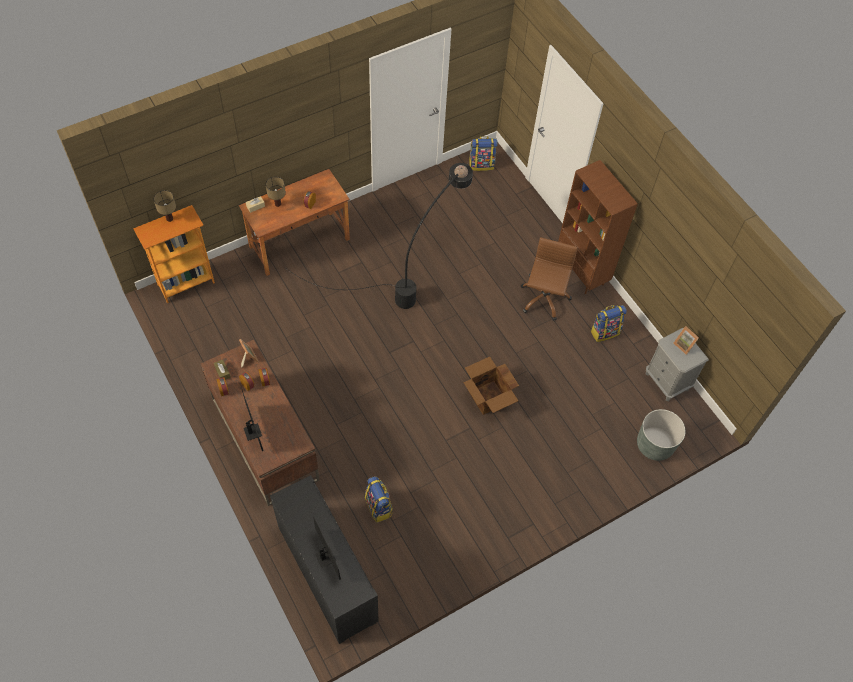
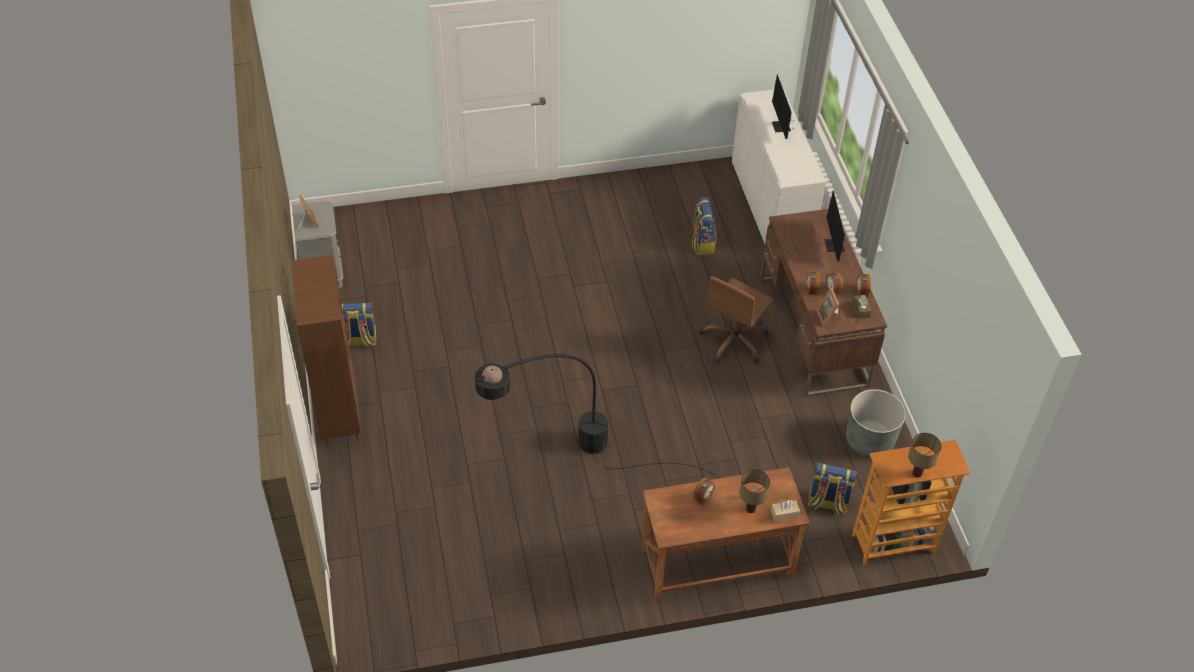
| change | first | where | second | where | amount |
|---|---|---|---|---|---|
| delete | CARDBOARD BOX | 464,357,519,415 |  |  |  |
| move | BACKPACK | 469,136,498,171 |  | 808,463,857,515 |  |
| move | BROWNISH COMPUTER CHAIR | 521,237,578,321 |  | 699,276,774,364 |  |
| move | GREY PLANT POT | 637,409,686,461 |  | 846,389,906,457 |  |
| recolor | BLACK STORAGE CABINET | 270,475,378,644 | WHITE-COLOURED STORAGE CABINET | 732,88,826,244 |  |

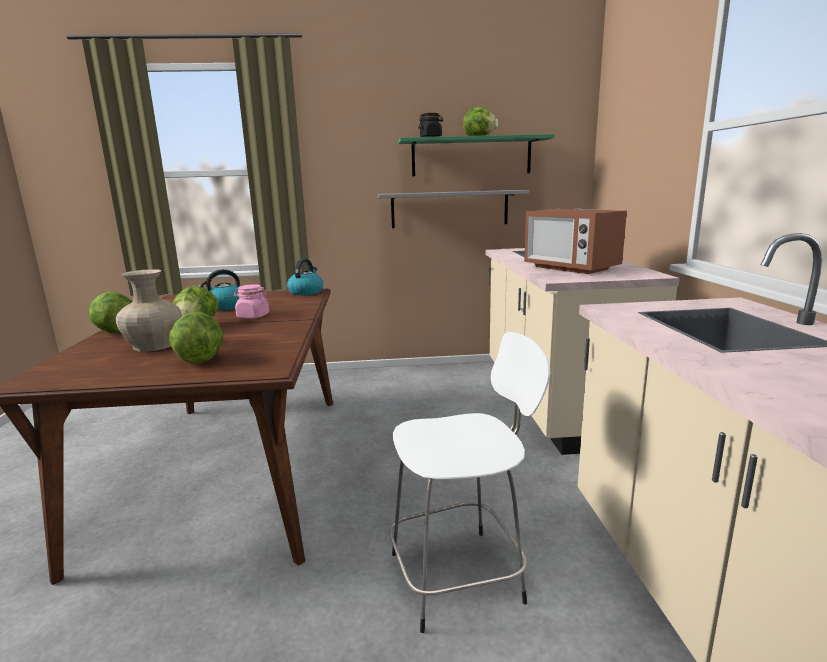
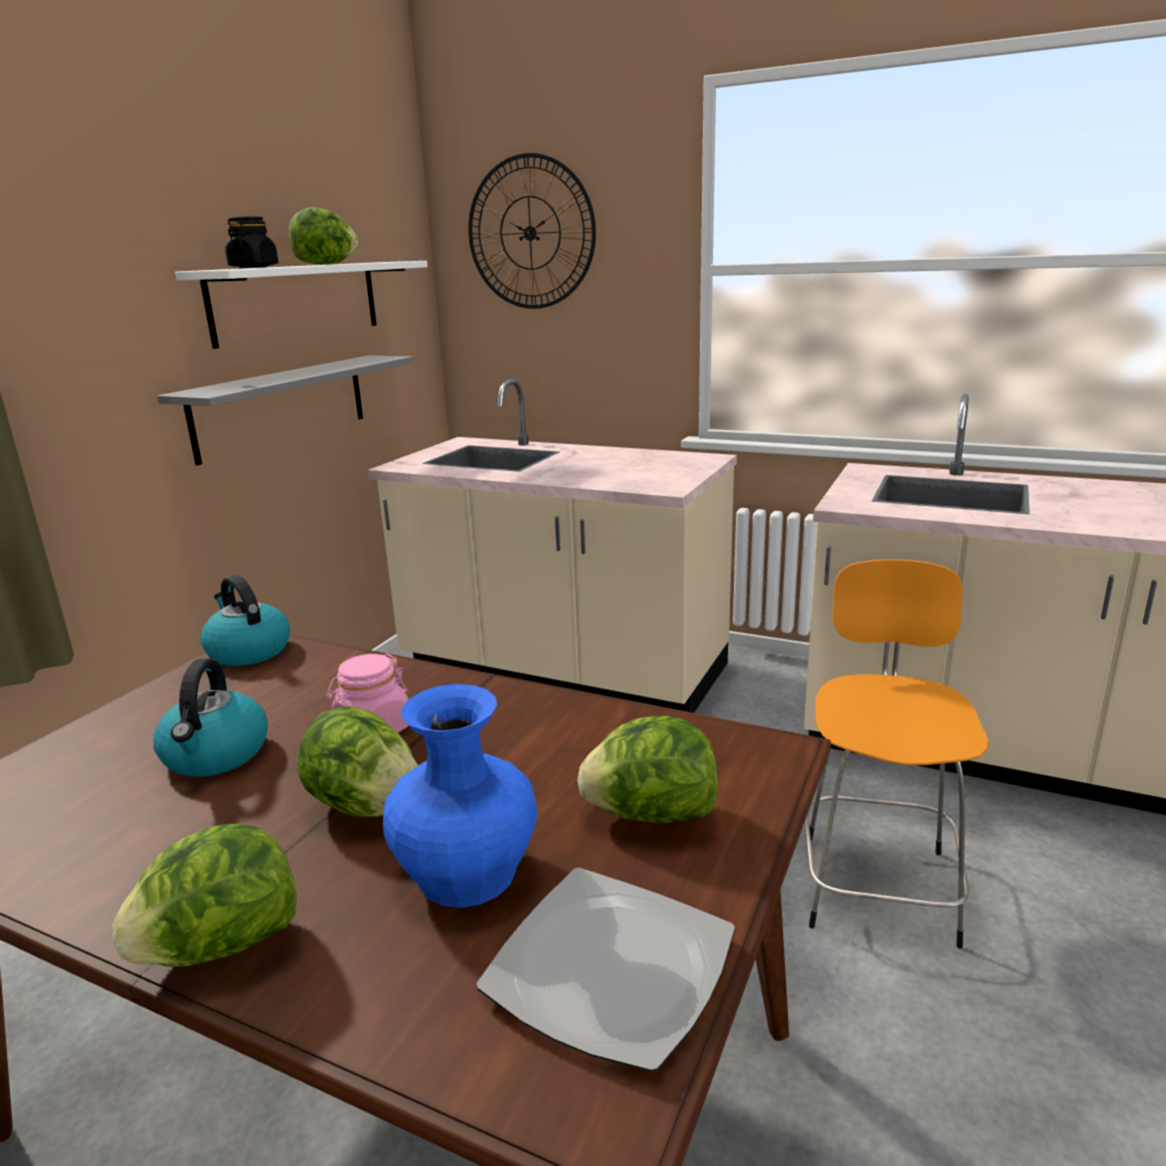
| change | first | where | second | where | amount |
|---|---|---|---|---|---|
| delete | MICROWAVE OVEN | 524,209,627,274 |  |  |  |
| insert |  |  | HANGING CLOCK | 468,153,596,309 |  |
| insert |  |  | FLAT DISH | 477,867,735,1072 |  |
| recolor | BEIGE-COLOURED DECORATIVE VASE | 116,269,182,352 | BLUE-COLOURED DECORATIVE VASE | 383,684,537,908 |  |
| recolor | WHITE-COLOURED STOOL SEAT | 389,332,550,633 | ORANGE-COLOURED STOOL SEAT | 804,559,989,949 |  |
| recolor | GREEN-COLOURED SHELF | 398,134,555,176 | WHITE-COLOURED SHELF | 175,261,428,349 |  |

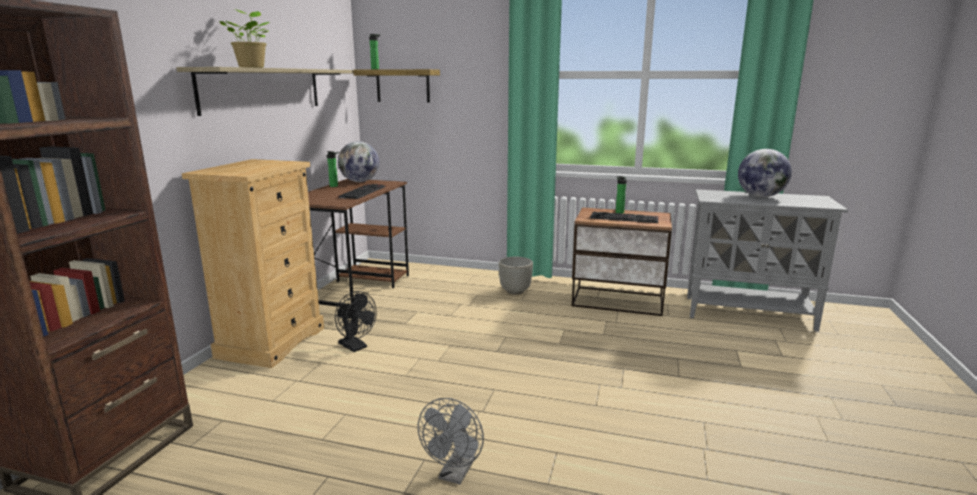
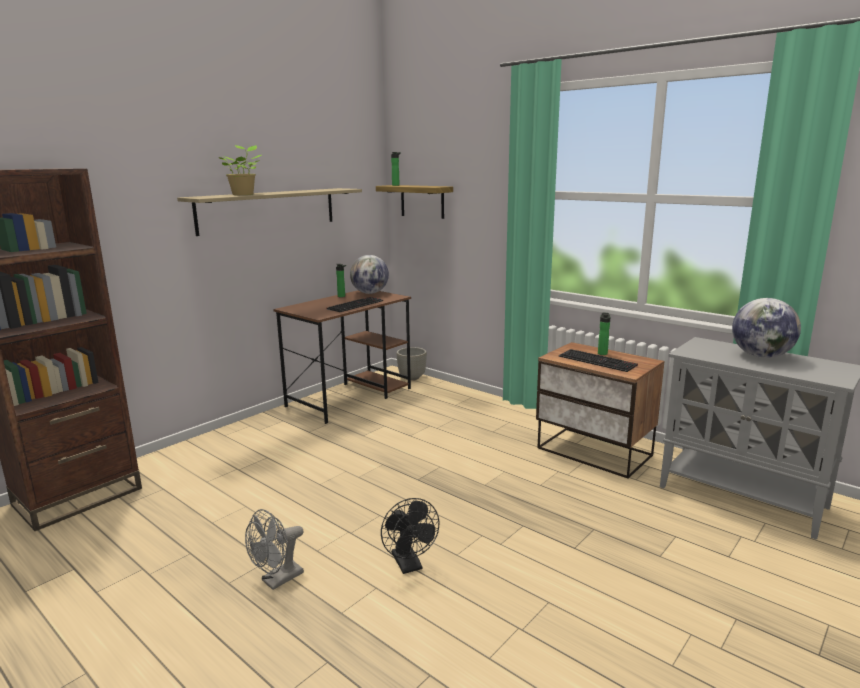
| change | first | where | second | where | amount |
|---|---|---|---|---|---|
| delete | BEIGE-COLOURED CHEST OF DRAWERS | 182,159,324,368 |  |  |  |
| move | BLACK COOLING FAN | 335,291,377,352 |  | 381,498,439,574 |  |
| move | GREY PLANT POT | 498,256,533,295 |  | 397,347,427,380 |  |

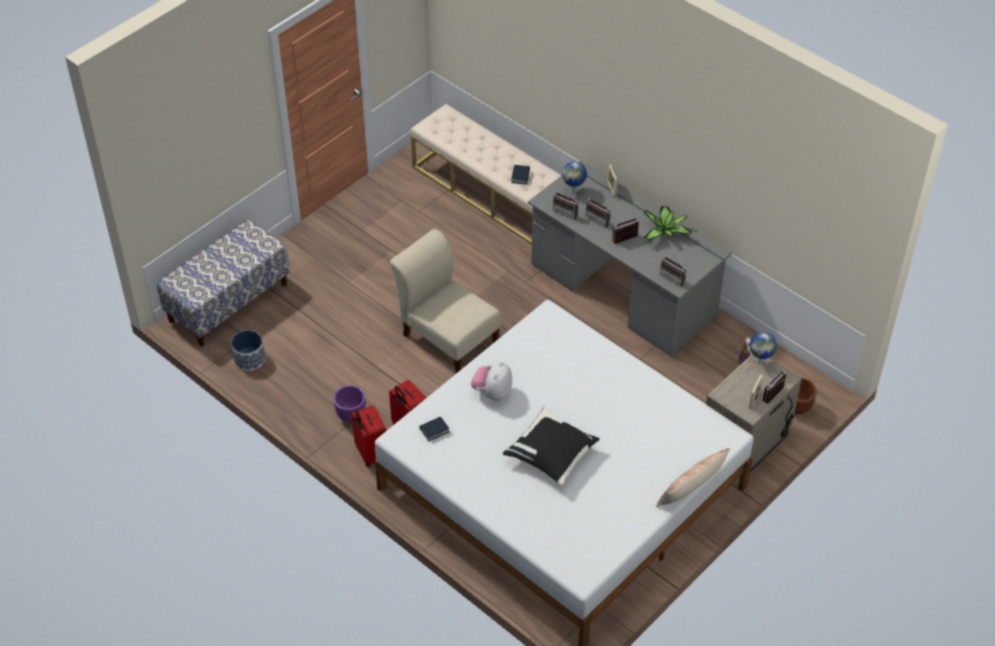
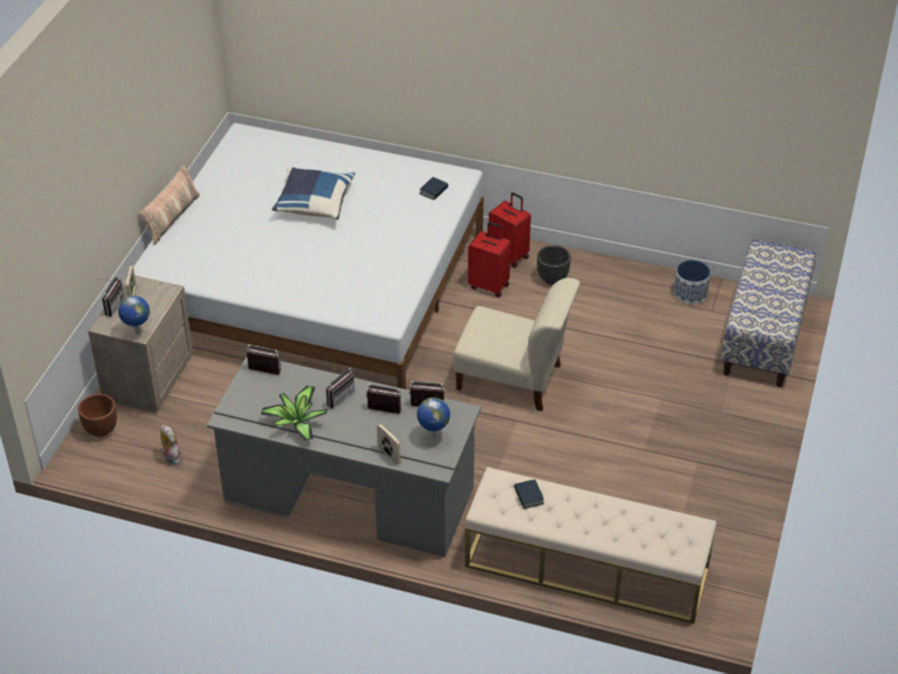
| change | first | where | second | where | amount |
|---|---|---|---|---|---|
| delete | SOFT TOY | 471,362,512,401 |  |  |  |
| recolor | PURPLISH PLANT POT | 333,385,366,422 | BLACK PLANT POT | 537,245,571,285 |  |
| recolor | BLACK THROW PILLOW | 503,407,600,486 | BLUE-COLOURED THROW PILLOW | 272,167,355,220 |  |

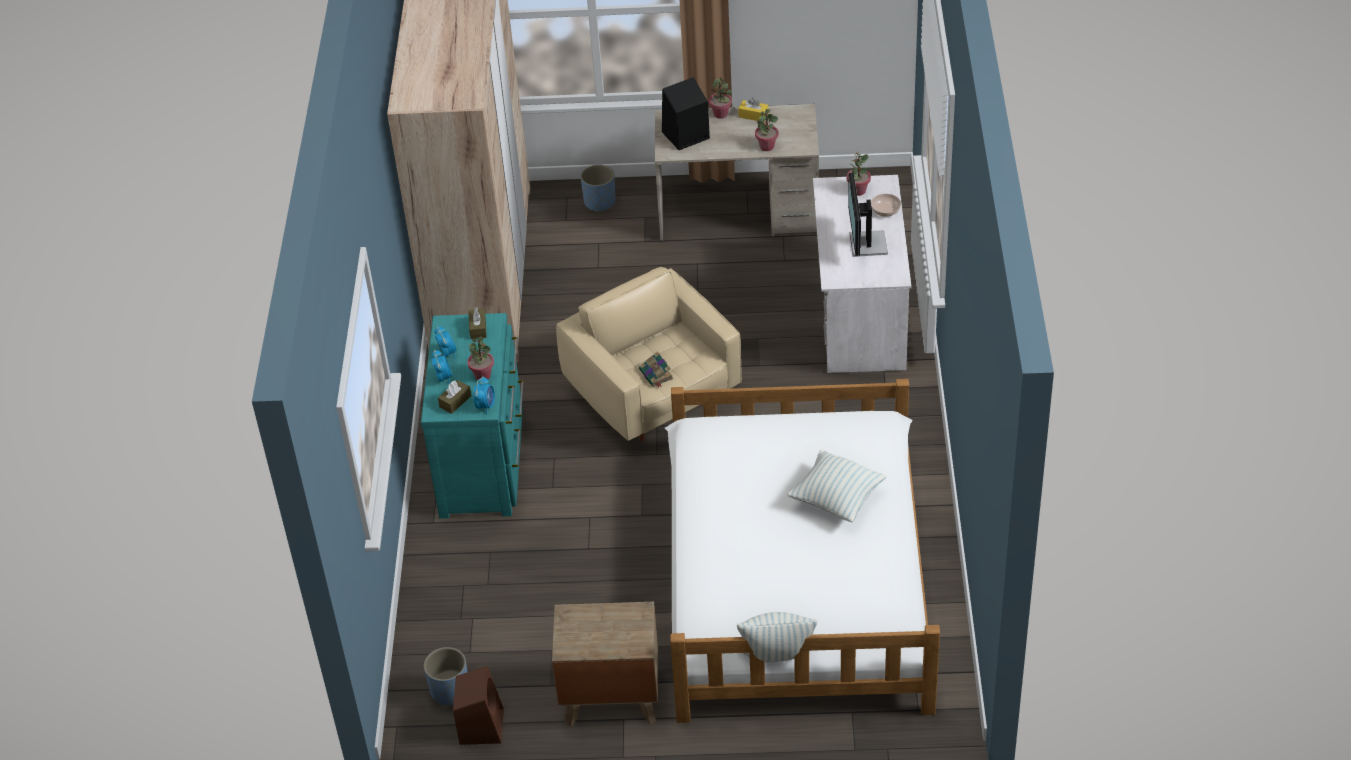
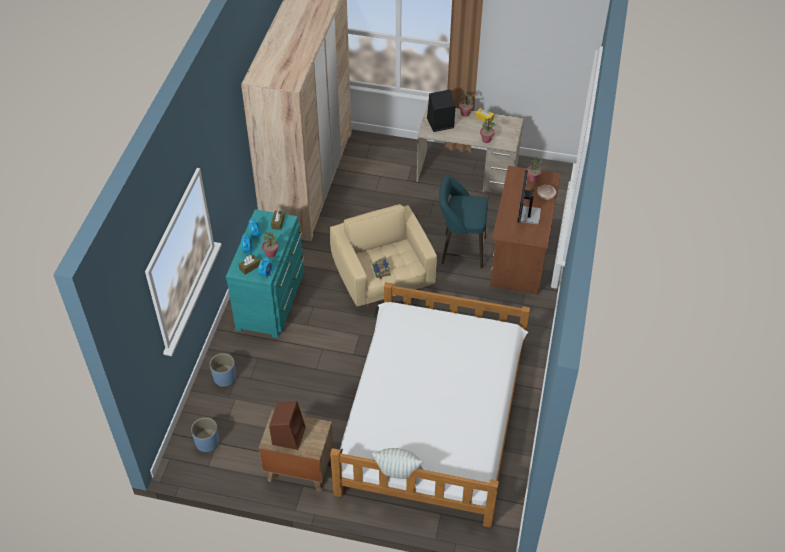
| change | first | where | second | where | amount |
|---|---|---|---|---|---|
| delete | THROW PILLOW | 787,449,887,522 |  |  |  |
| insert |  |  | TURQUOISE-COLOURED STOOL SEAT | 439,176,488,269 |  |
| move | BROWNISH SPEAKER | 453,666,504,745 |  | 269,401,306,450 |  |
| move | BLUE-COLOURED PLANT POT | 580,165,615,212 |  | 210,353,236,387 |  |
| recolor | WHITE-COLOURED DESK | 813,175,912,373 | BROWNISH DESK | 490,166,560,295 |  |

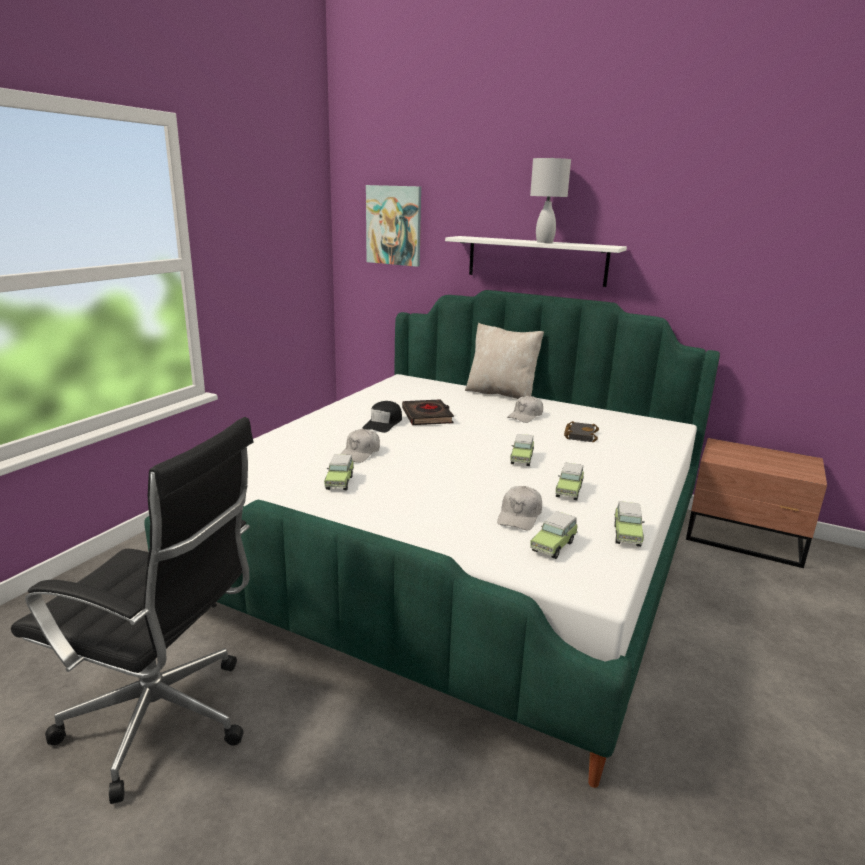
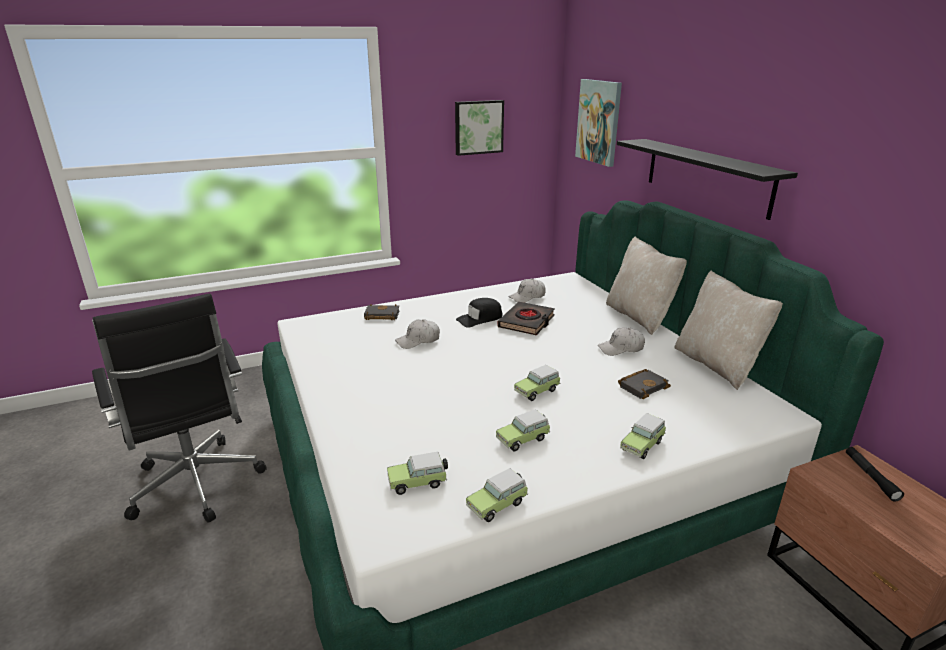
| change | first | where | second | where | amount |
|---|---|---|---|---|---|
| delete | WHITE-COLOURED TABLE LAMP | 530,157,571,243 |  |  |  |
| insert |  |  | BLACK BOUND BOOK | 364,304,400,320 |  |
| insert |  |  | WALL PICTURE | 455,100,504,156 |  |
| insert |  |  | BEIGE-COLOURED THROW PILLOW | 674,270,783,390 |  |
| insert |  |  | BLACK FLASHLIGHT | 846,447,904,501 |  |
| move | TOY CAR | 324,454,354,490 |  | 620,413,666,459 |  |
| move | WHITE-COLOURED PEAKED CAP | 497,486,542,530 |  | 509,279,546,303 |  |
| recolor | WHITE-COLOURED SHELF | 445,236,627,287 | BLACK SHELF | 617,139,798,220 |  |

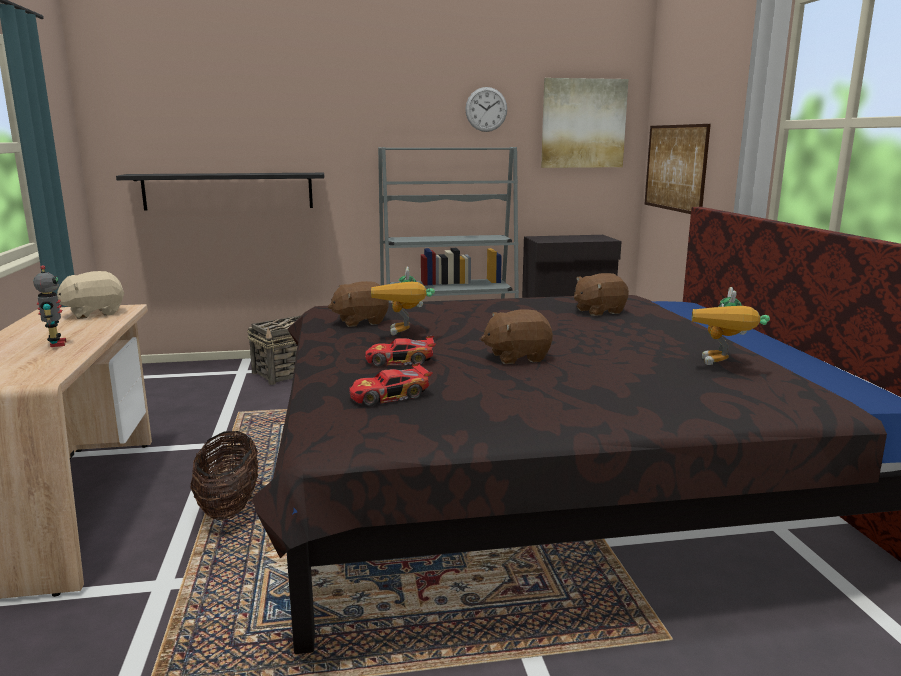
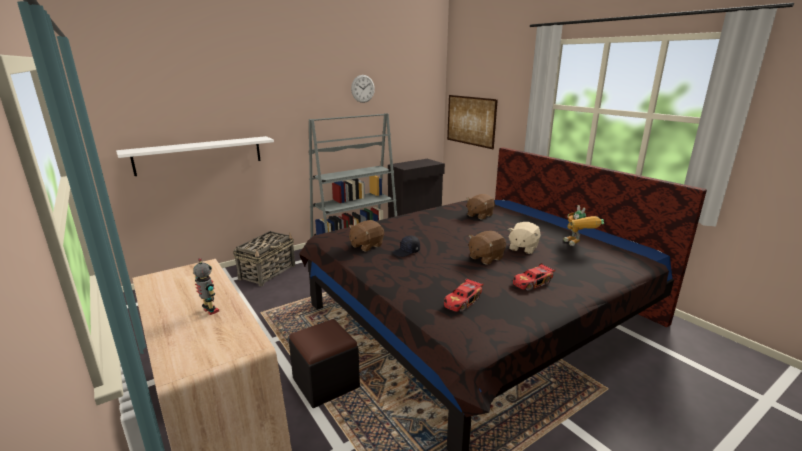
| change | first | where | second | where | amount |
|---|---|---|---|---|---|
| delete | WALL PICTURE | 541,78,629,168 |  |  |  |
| move | BEIGE-COLOURED SOFT TOY | 57,271,125,319 |  | 508,222,540,254 |  |
| move | TOY CAR | 365,336,436,367 |  | 513,263,555,291 |  |
| replace | STORAGE BASKET | 190,431,258,520 | BLACK OTTOMAN | 289,319,360,408 |  |
| replace | TOY ROBOT | 371,266,435,335 | BLACK PEAKED CAP | 392,235,420,257 |  |
| recolor | BLACK SHELF | 116,173,324,211 | WHITE-COLOURED SHELF | 116,136,274,176 |  |

